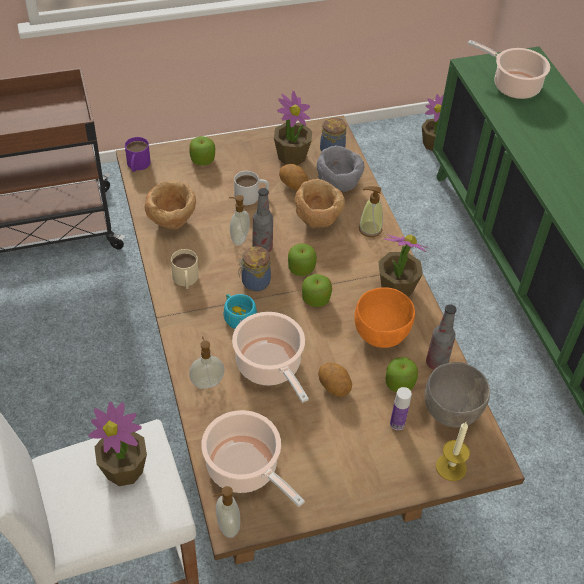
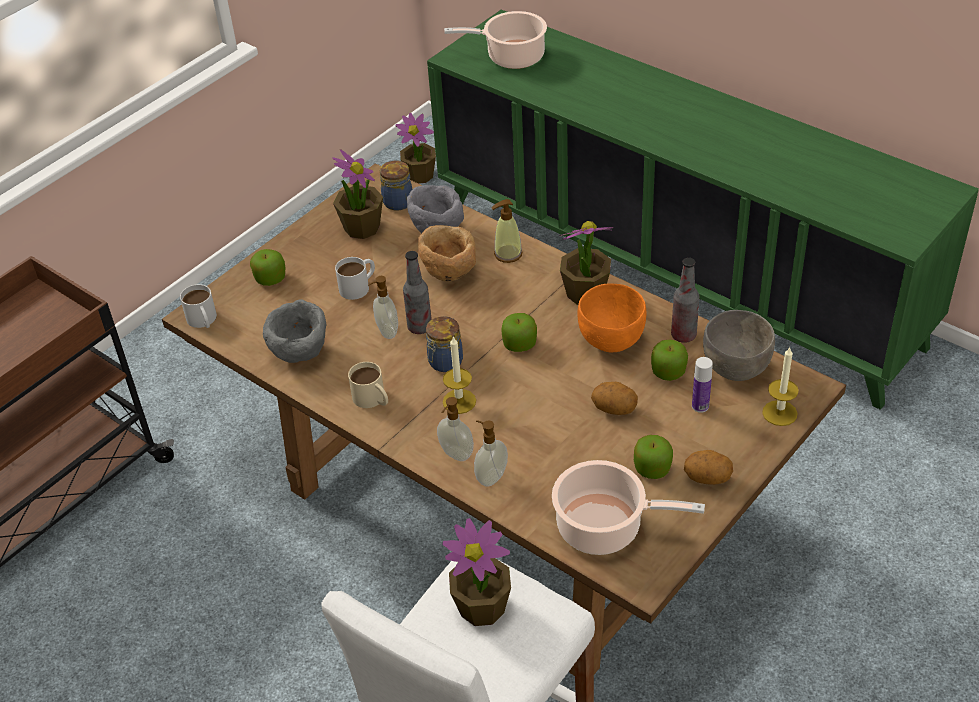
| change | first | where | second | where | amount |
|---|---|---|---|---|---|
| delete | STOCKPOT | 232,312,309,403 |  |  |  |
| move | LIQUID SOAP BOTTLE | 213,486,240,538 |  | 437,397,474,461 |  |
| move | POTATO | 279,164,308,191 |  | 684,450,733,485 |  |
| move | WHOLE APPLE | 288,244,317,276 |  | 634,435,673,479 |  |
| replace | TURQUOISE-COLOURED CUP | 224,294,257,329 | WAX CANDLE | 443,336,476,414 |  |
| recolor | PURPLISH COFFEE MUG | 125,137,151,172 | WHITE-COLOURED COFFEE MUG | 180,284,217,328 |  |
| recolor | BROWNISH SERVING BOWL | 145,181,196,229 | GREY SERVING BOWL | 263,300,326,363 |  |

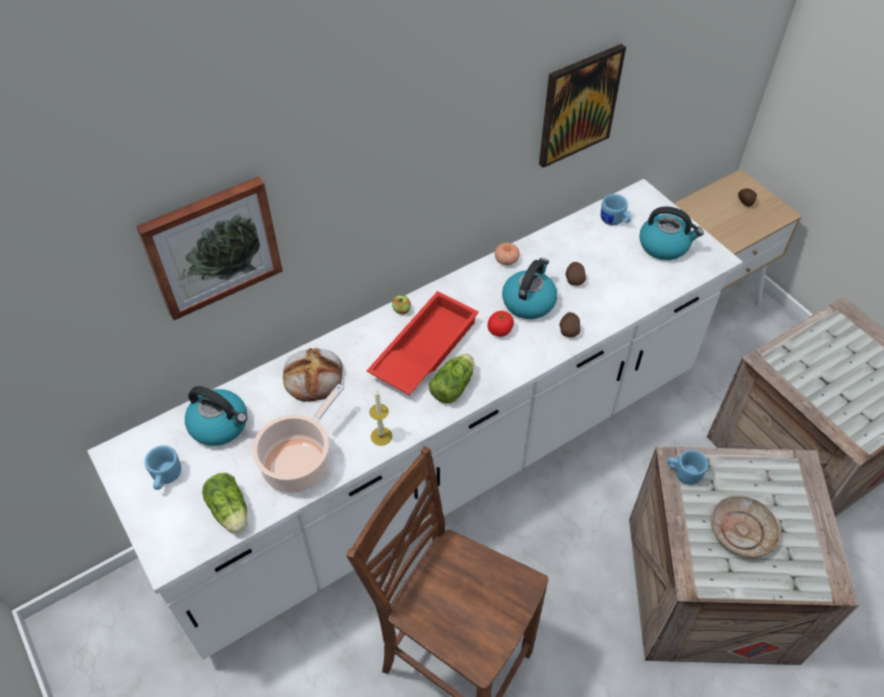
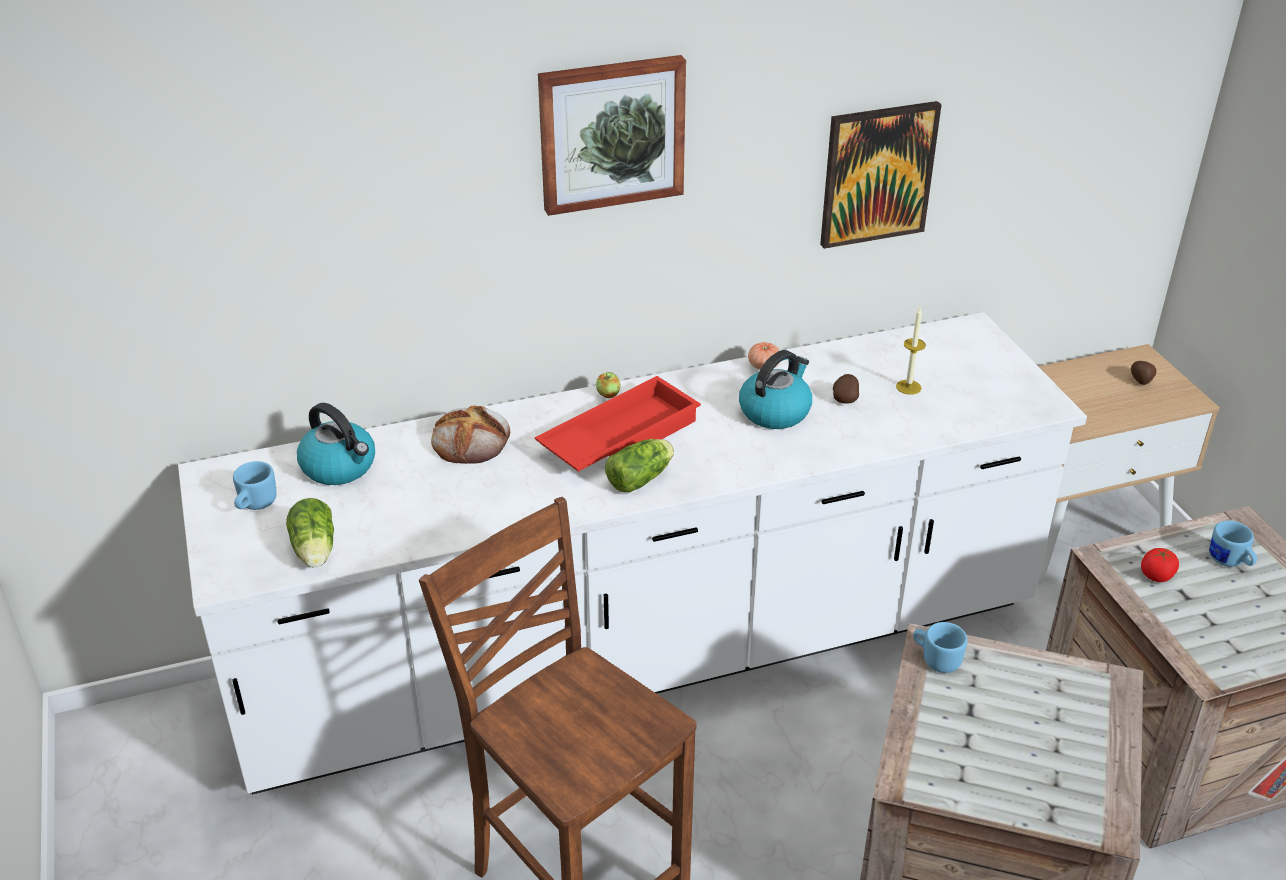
| change | first | where | second | where | amount |
|---|---|---|---|---|---|
| delete | STOCKPOT | 252,384,344,493 |  |  |  |
| delete | POTATO | 559,312,580,337 |  |  |  |
| delete | WATER KETTLE | 639,206,704,260 |  |  |  |
| delete | BEIGE-COLOURED FLAT DISH | 711,496,780,558 |  |  |  |
| move | WALL PICTURE | 136,176,283,320 |  | 538,55,686,216 |  |
| move | WAX CANDLE | 369,390,392,446 |  | 896,307,926,395 |  |
| move | WHOLE TOMATO | 488,311,514,337 |  | 1141,548,1179,582 |  |
| move | BLUE-COLOURED COFFEE MUG | 601,194,631,225 |  | 1209,521,1257,567 |  |

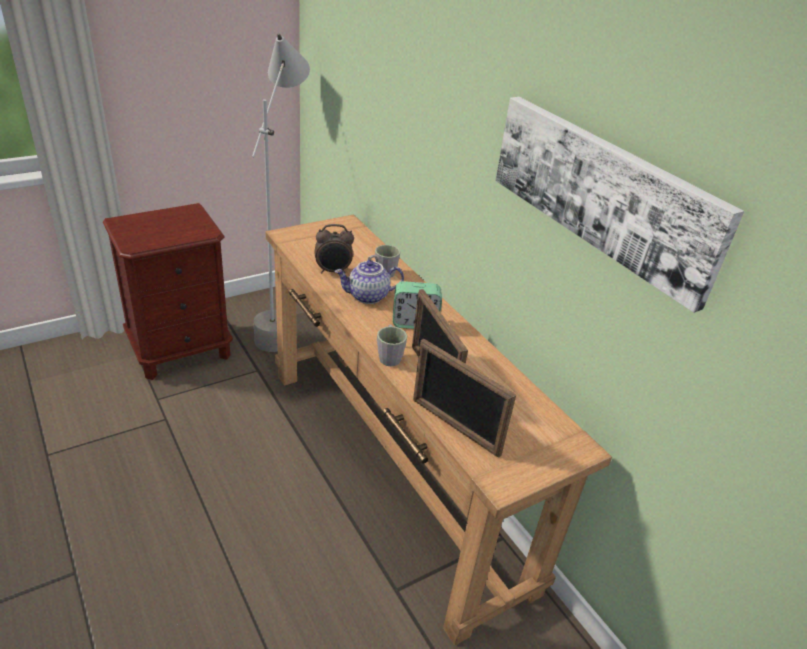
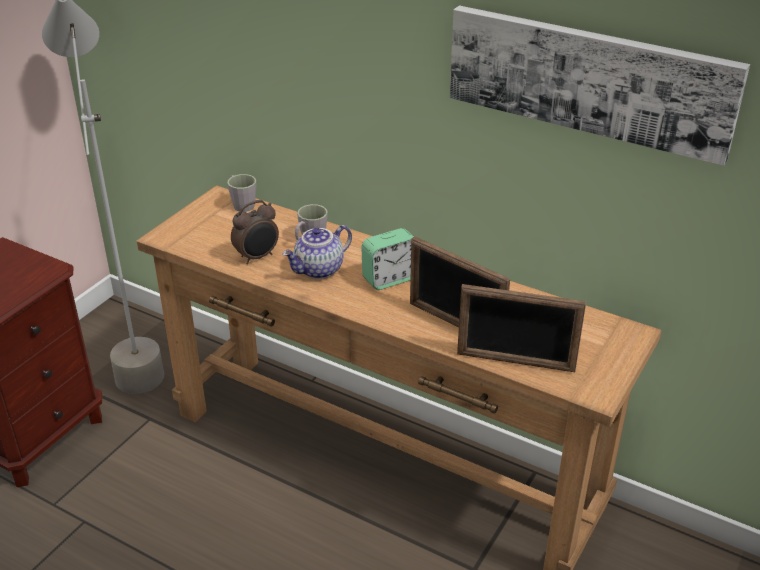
| change | first | where | second | where | amount |
|---|---|---|---|---|---|
| move | GREY COFFEE MUG | 377,324,407,366 |  | 227,174,256,212 |  |

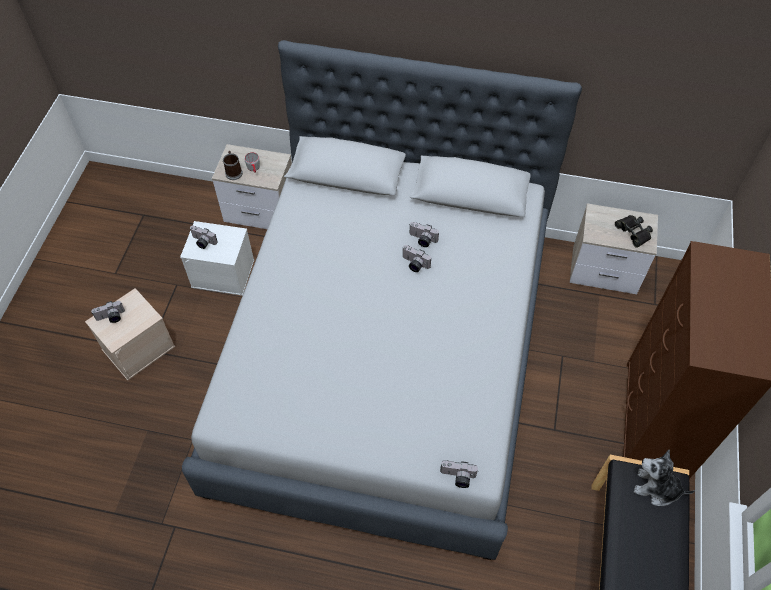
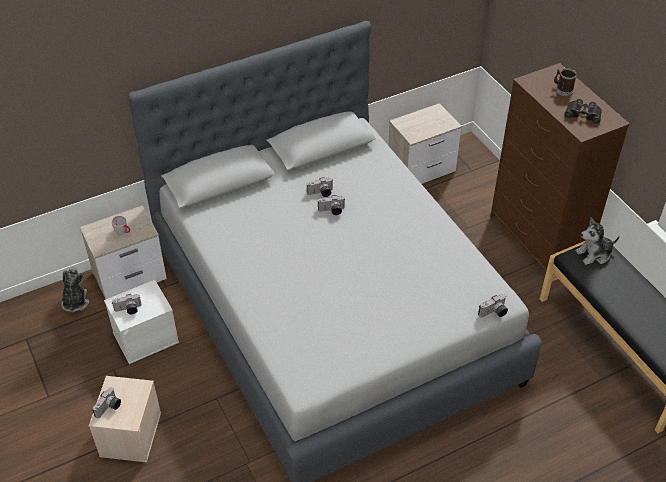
| change | first | where | second | where | amount |
|---|---|---|---|---|---|
| insert |  |  | SOFT TOY | 61,267,89,312 |  |
| move | COFFEE MUG | 223,151,243,180 |  | 554,69,577,96 |  |
| move | BLACK PAIR OF BINOCULARS | 615,215,653,248 |  | 564,99,602,124 |  |

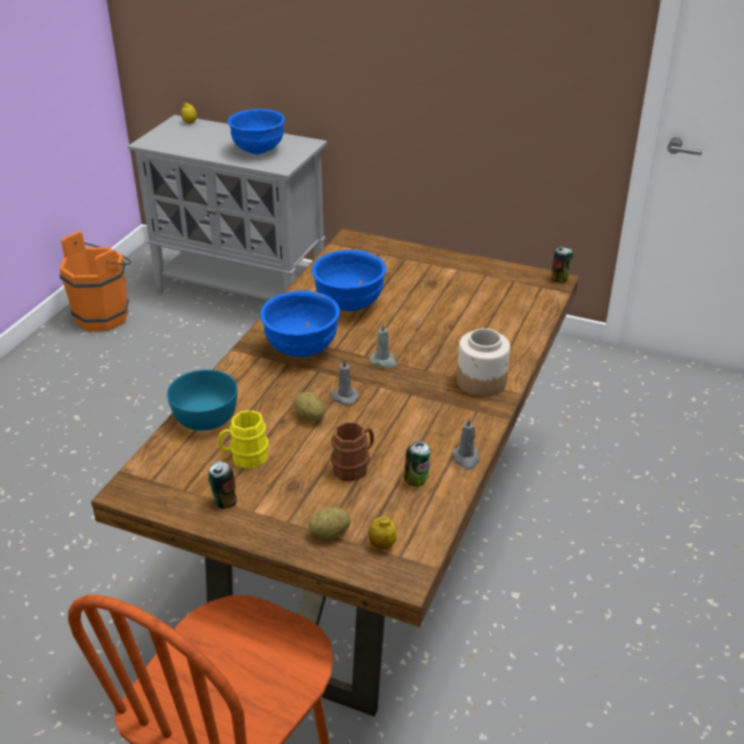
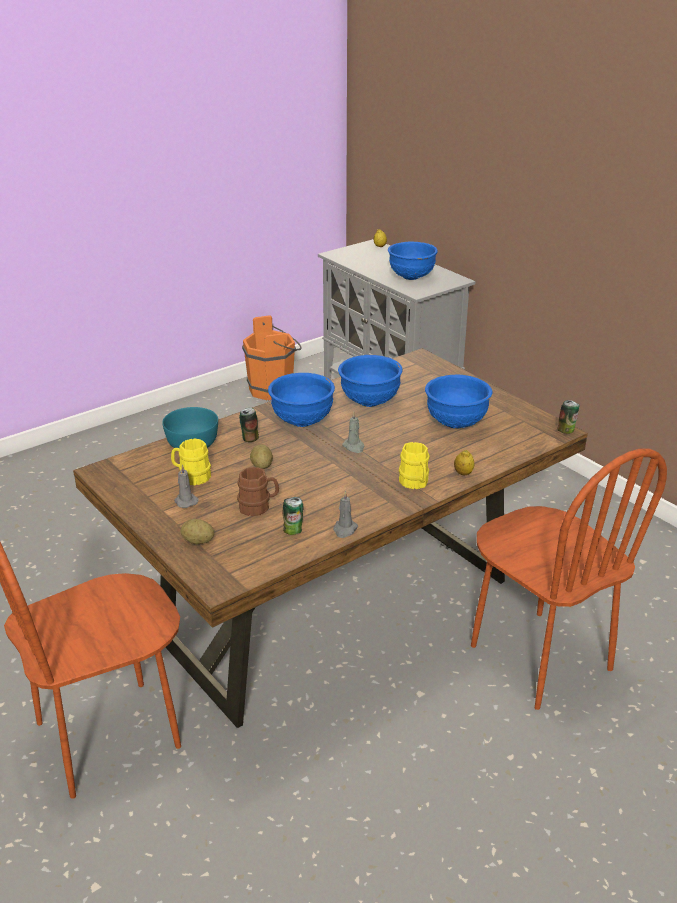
| change | first | where | second | where | amount |
|---|---|---|---|---|---|
| insert |  |  | BLUE-COLOURED SERVING BOWL | 425,374,492,429 |  |
| insert |  |  | BROWNISH UPRIGHT CHAIR | 471,449,667,710 |  |
| move | CAN | 209,461,237,509 |  | 239,407,259,442 |  |
| move | GREY WAX CANDLE | 330,358,359,405 |  | 174,464,199,508 |  |
| move | LEMON | 369,516,397,549 |  | 454,450,474,475 |  |
| replace | JAR | 457,328,510,397 | YELLOW-COLOURED COFFEE MUG | 399,442,430,489 |  |

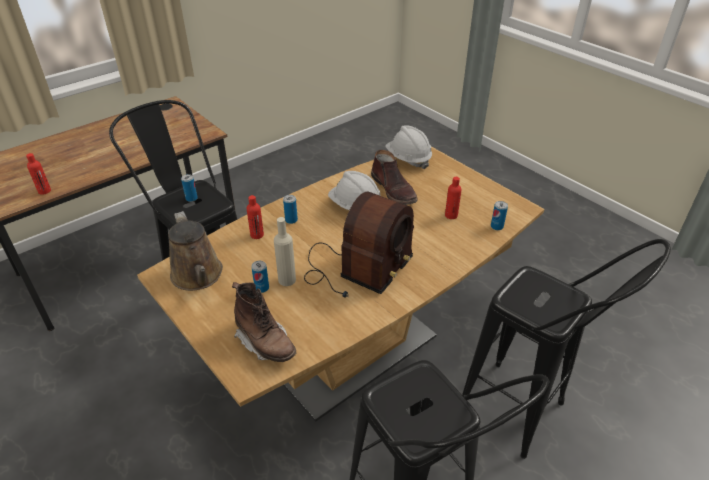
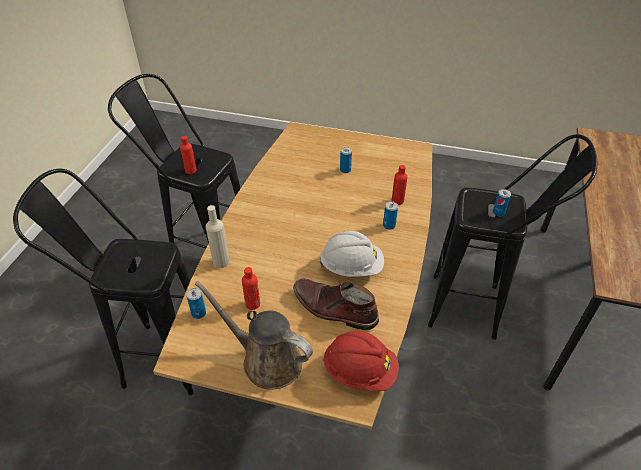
| change | first | where | second | where | amount |
|---|---|---|---|---|---|
| delete | BROWNISH BOOT | 232,282,296,362 |  |  |  |
| delete | RADIO SET | 304,192,414,298 |  |  |  |
| move | RED BOTTLE | 26,153,51,195 |  | 180,136,197,174 |  |
| move | BROWNISH WATERING CAN | 168,211,223,291 |  | 195,281,313,390 |  |
| move | BEIGE-COLOURED BOTTLE | 274,217,296,286 |  | 206,205,230,268 |  |
| recolor | WHITE-COLOURED SAFETY HELMET | 385,126,432,169 | RED SAFETY HELMET | 323,331,399,391 |  |

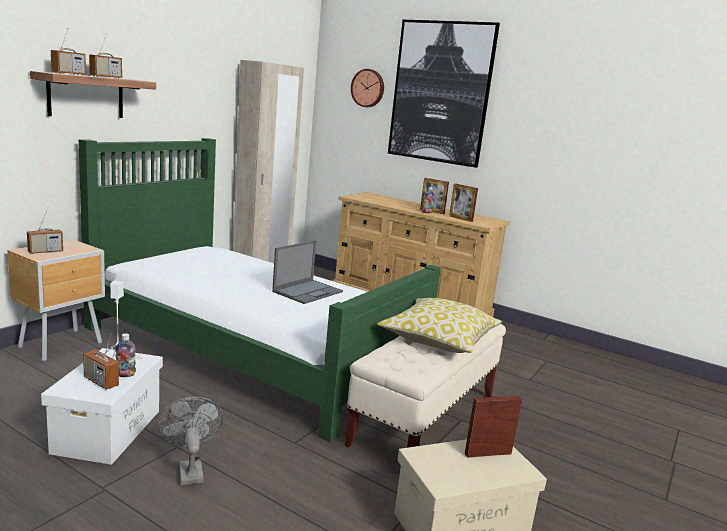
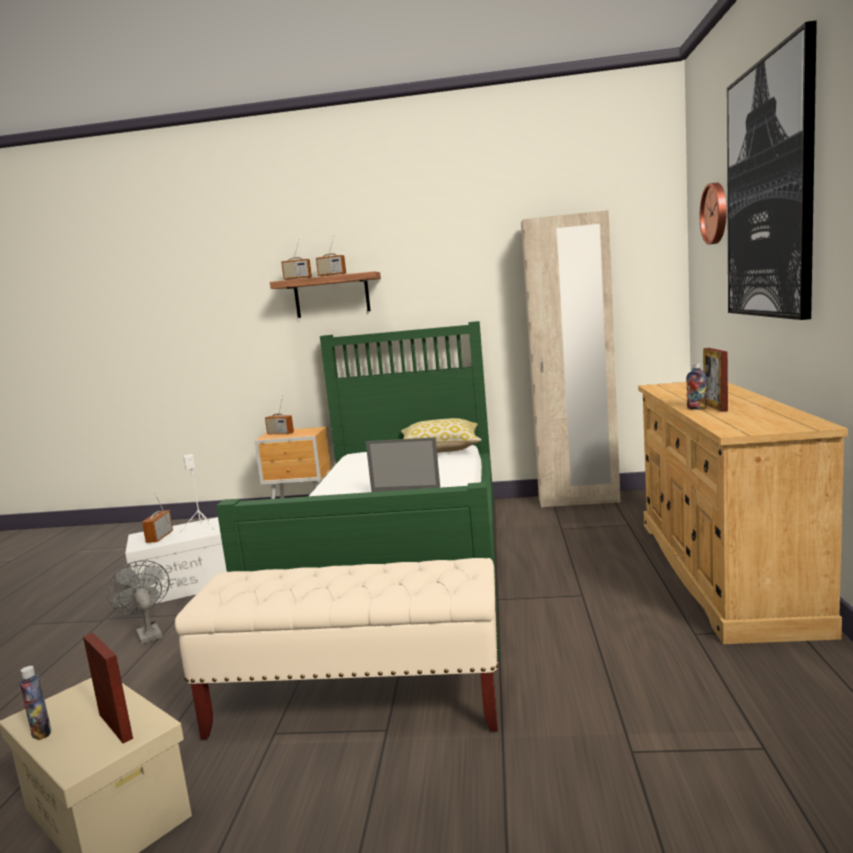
| change | first | where | second | where | amount |
|---|---|---|---|---|---|
| delete | PHOTO FRAME | 449,184,478,222 |  |  |  |
| move | BOTTLE | 115,333,136,377 |  | 19,666,51,740 |  |
| move | THROW PILLOW | 377,298,502,353 |  | 401,418,482,453 |  |
| rotate | GREY COOLING FAN | 157,397,223,485 |  | 106,560,170,644 | 75 degrees counterclockwise |

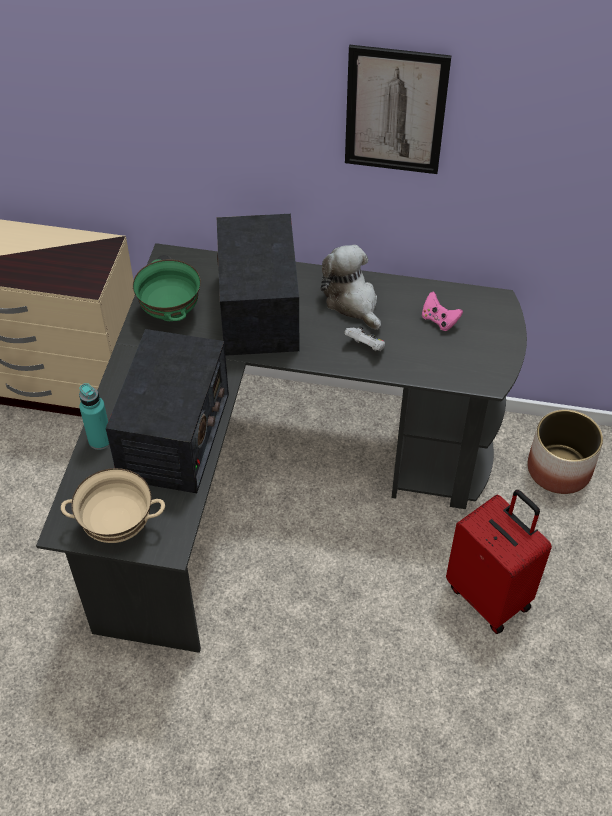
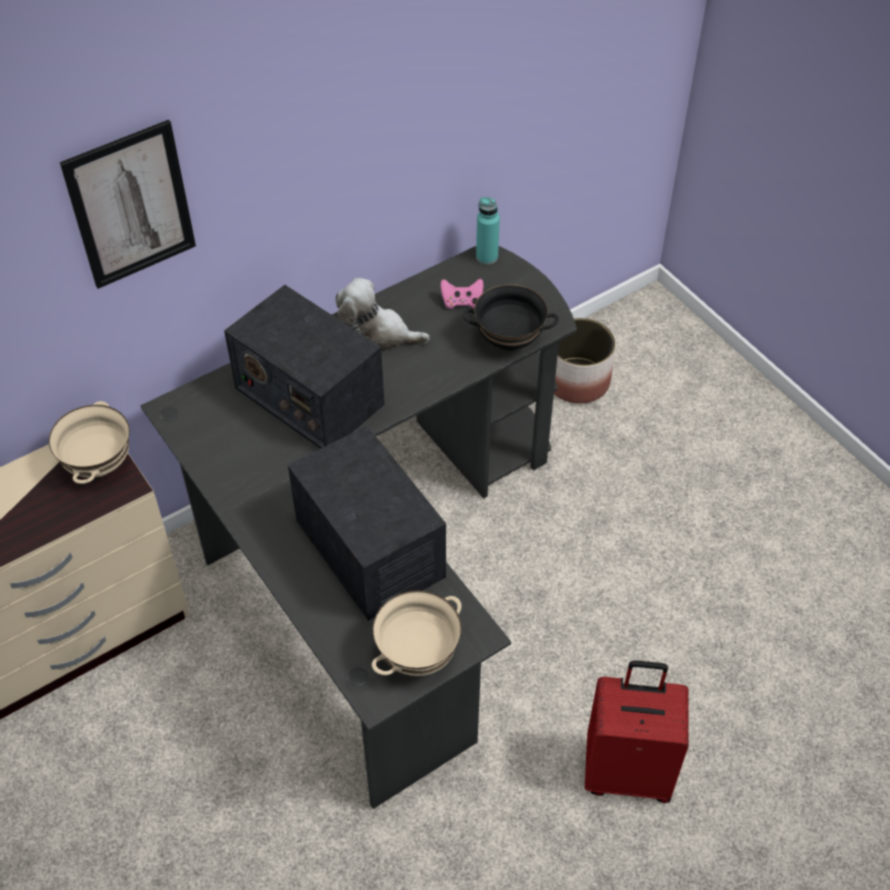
| change | first | where | second | where | amount |
|---|---|---|---|---|---|
| delete | GREEN-COLOURED SERVING BOWL | 133,259,201,321 |  |  |  |
| delete | WHITE-COLOURED JOYPAD | 344,326,385,351 |  |  |  |
| insert |  |  | BEIGE-COLOURED SERVING BOWL | 49,401,130,484 |  |
| insert |  |  | BLACK SERVING BOWL | 463,284,559,351 |  |
| move | TURQUOISE-COLOURED BOTTLE | 79,383,109,450 |  | 476,197,500,265 |  |
| move | WALL PICTURE | 345,45,452,174 |  | 60,120,196,289 |  |
| move | RED TRAVEL CASE | 446,490,552,634 |  | 585,660,689,803 |  |

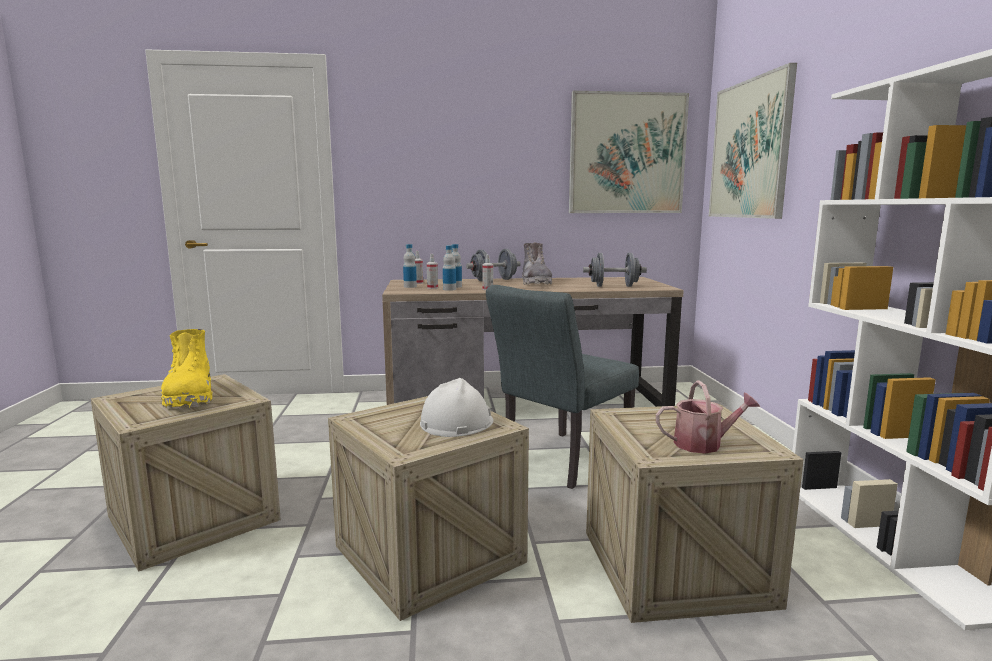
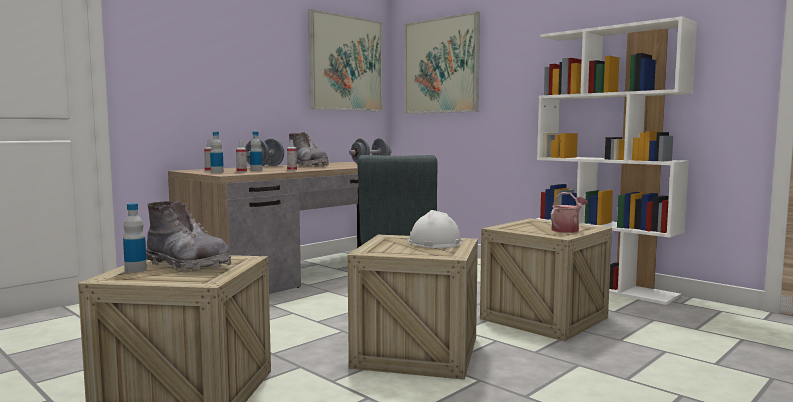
| change | first | where | second | where | amount |
|---|---|---|---|---|---|
| move | BOTTLE | 443,245,456,291 |  | 123,203,147,273 |  |
| recolor | YELLOW-COLOURED BOOT | 161,329,213,409 | GREY BOOT | 146,201,232,272 |  |

